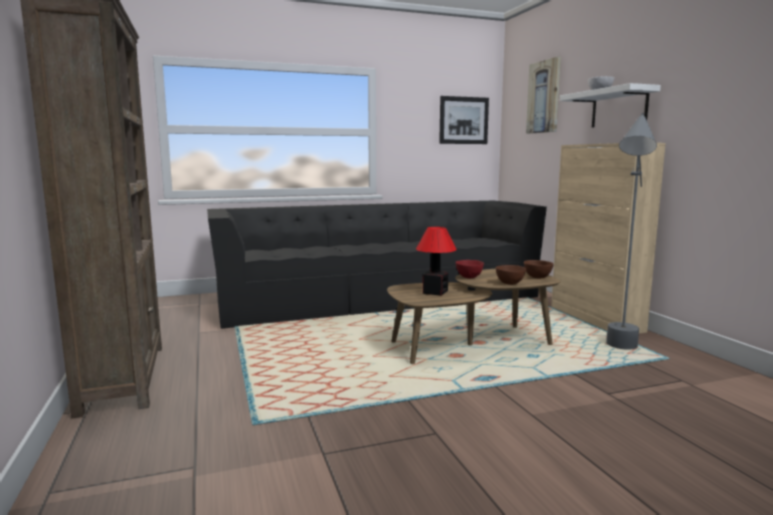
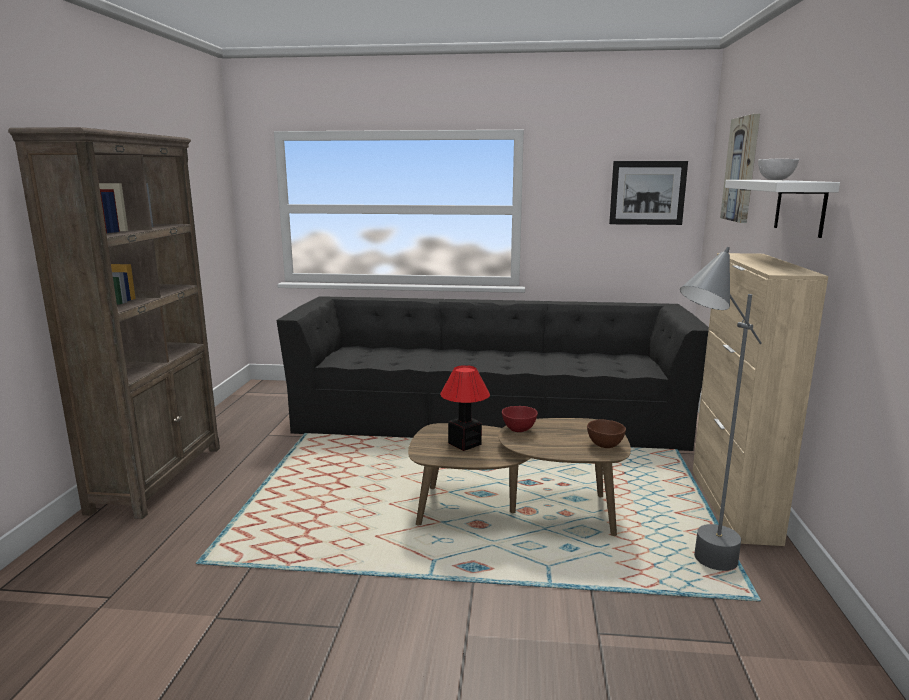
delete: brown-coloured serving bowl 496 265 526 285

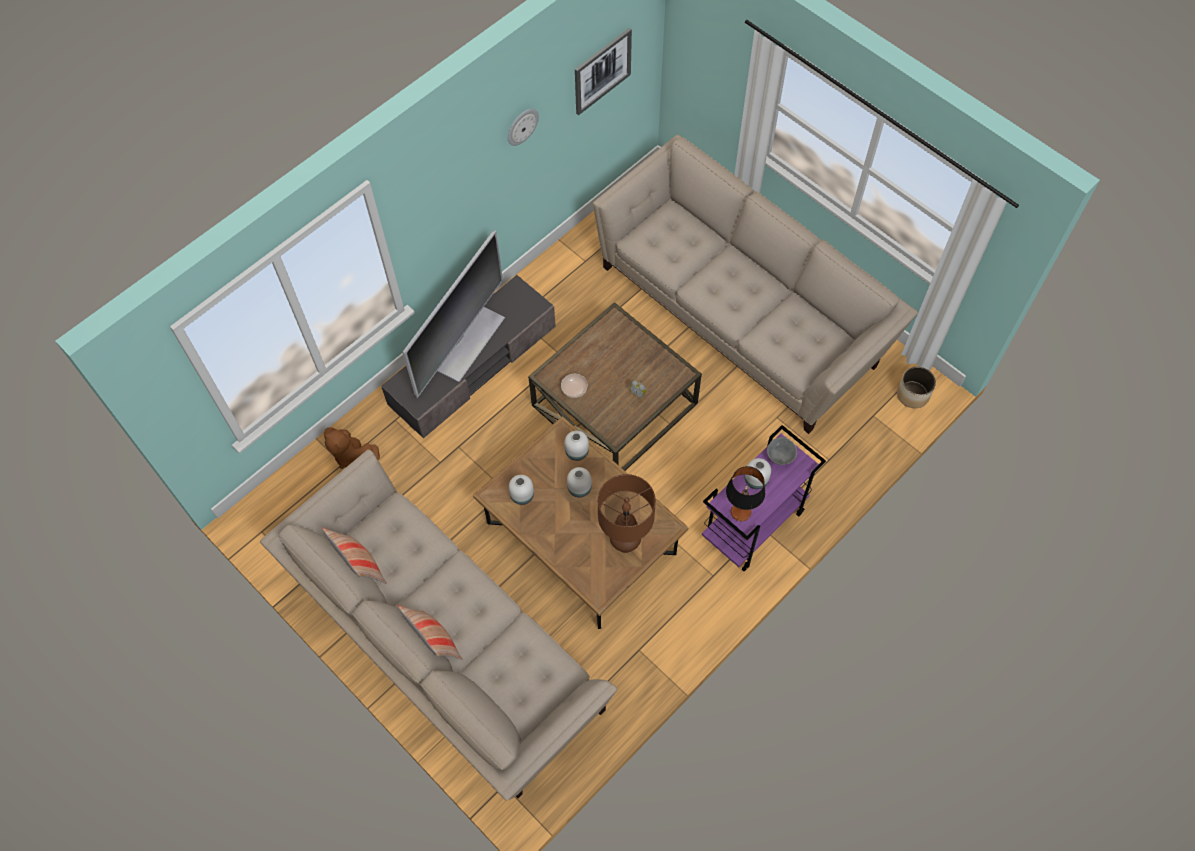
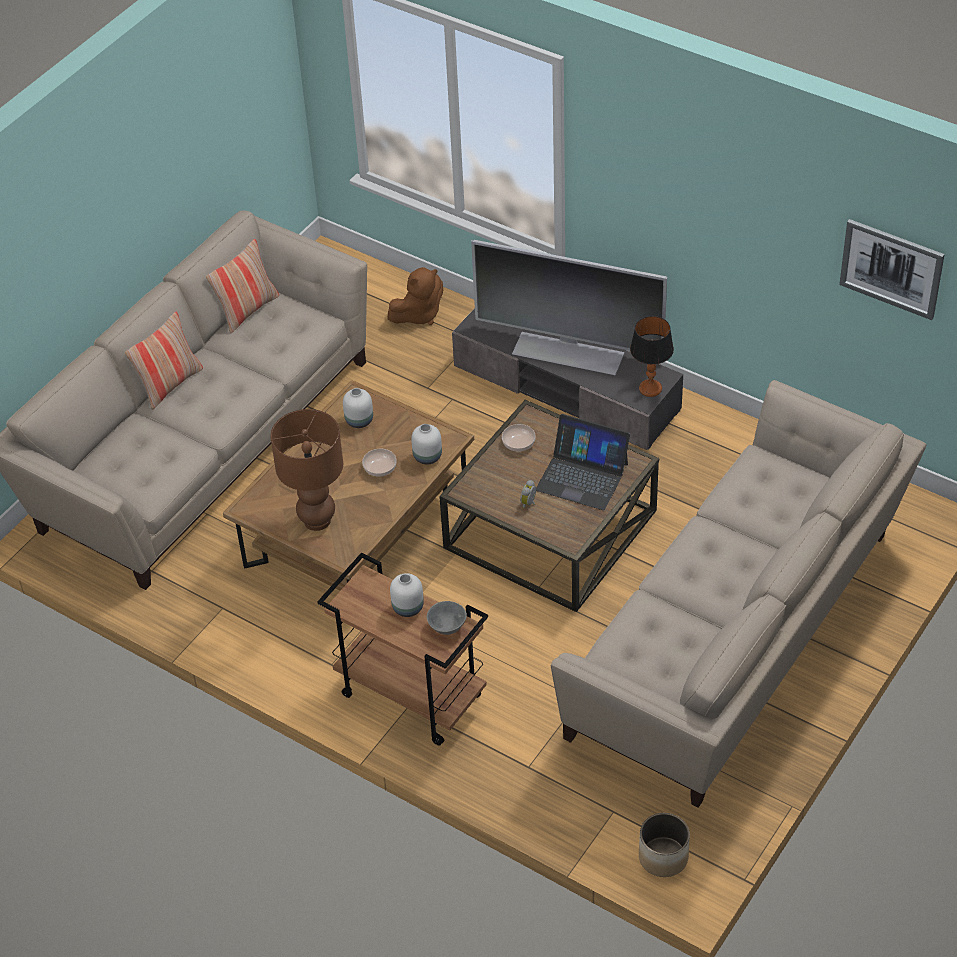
delete: wall clock 508 109 539 146
insert: portable computer 536 414 630 510
move: lamp for a table 726 466 765 521 to 630 316 674 397
replace: white-coloured decorative vase 567 467 592 498 to serving bowl 362 449 396 477
recolor: purplish wheeled cart 702 425 826 571 to brown-coloured wheeled cart 317 553 488 746
rotate: brown-coloured soft toy 324 427 380 469 = 387 267 443 325 150 degrees counterclockwise

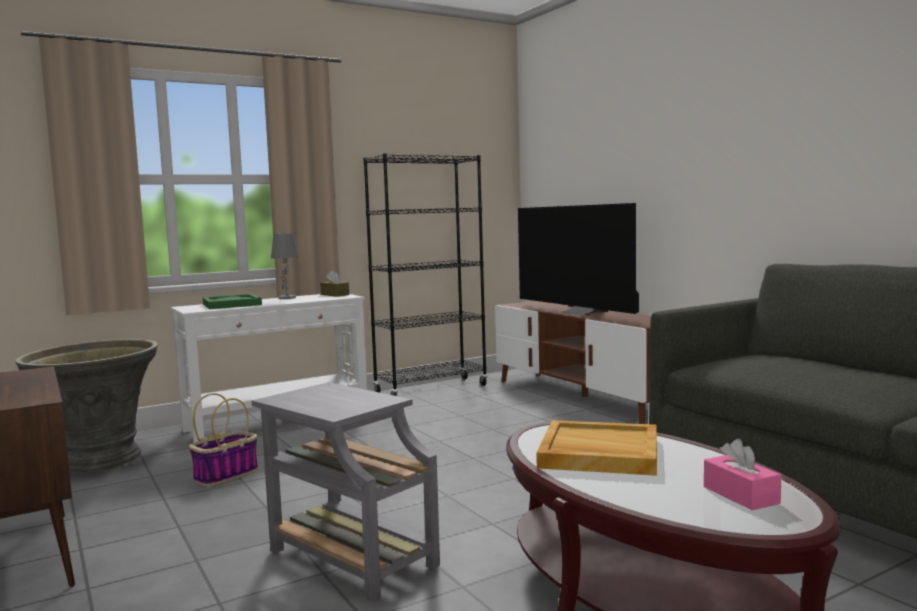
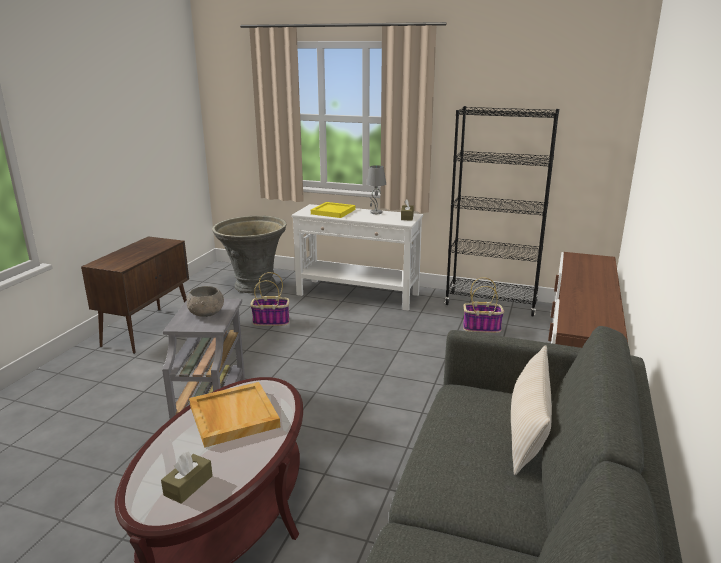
delete: TV set 518 203 639 315
insert: basket 463 278 504 333; gray serving bowl 186 286 224 317; beige-coloured throw pillow 511 345 552 475
recolor: green carrying tray 203 294 262 309 to yellow-coloured carrying tray 311 202 355 218; pink-coloured box of tissues 704 439 781 510 to brown-coloured box of tissues 161 452 213 504

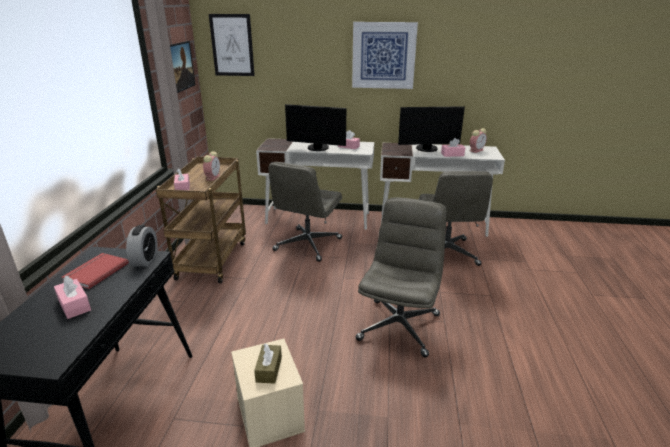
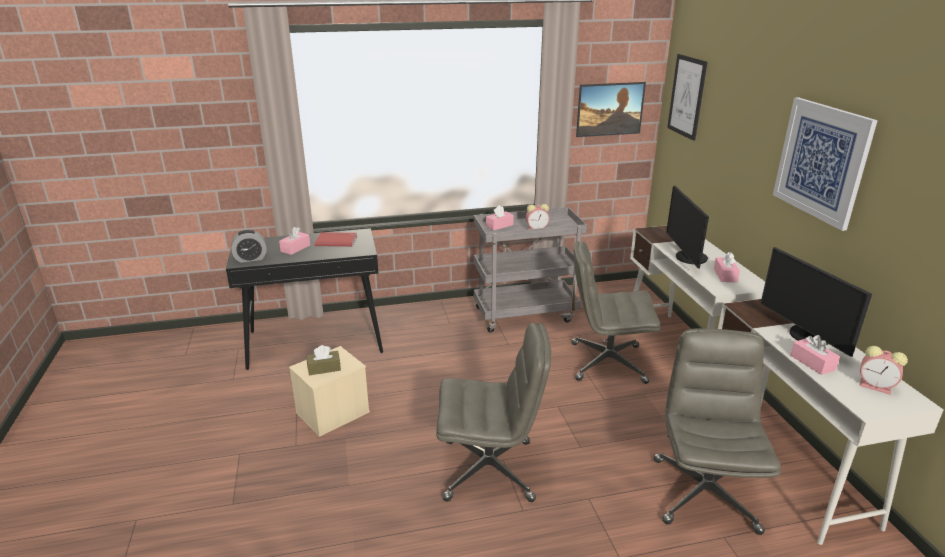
move: table clock 126 225 157 267 to 231 230 266 263
recolor: brown-coloured wheeled cart 156 156 246 283 to gray wheeled cart 474 207 587 333
rotate: gray computer chair 419 171 493 266 = 654 328 781 535 120 degrees clockwise

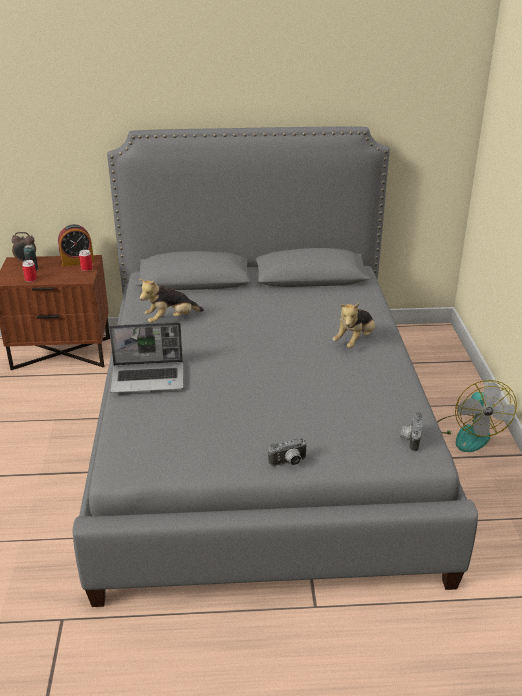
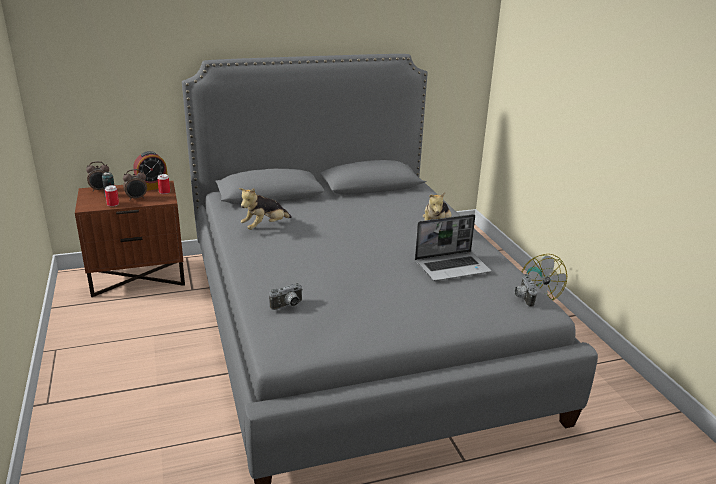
insert: table clock 123 169 147 200
move: portable computer 109 322 184 393 to 415 214 492 281; photo camera 268 438 307 466 to 269 283 303 310

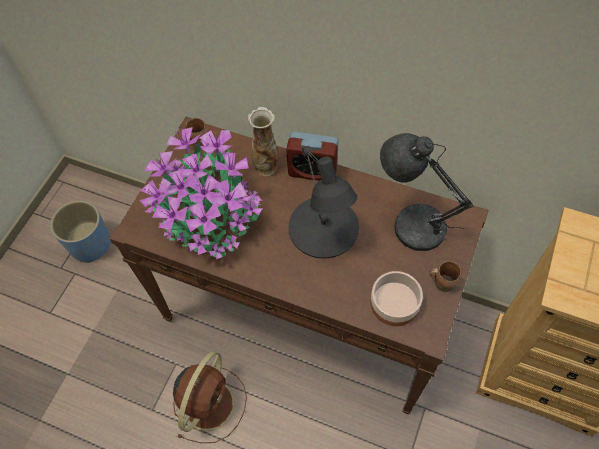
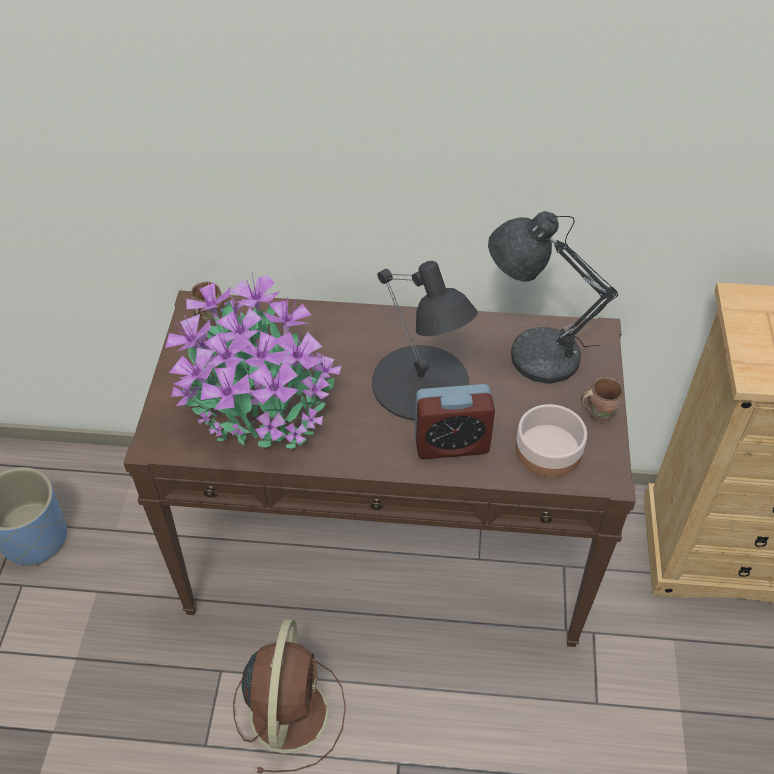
delete: decorative vase 248 107 278 176
move: table clock 286 132 338 181 to 415 384 495 459

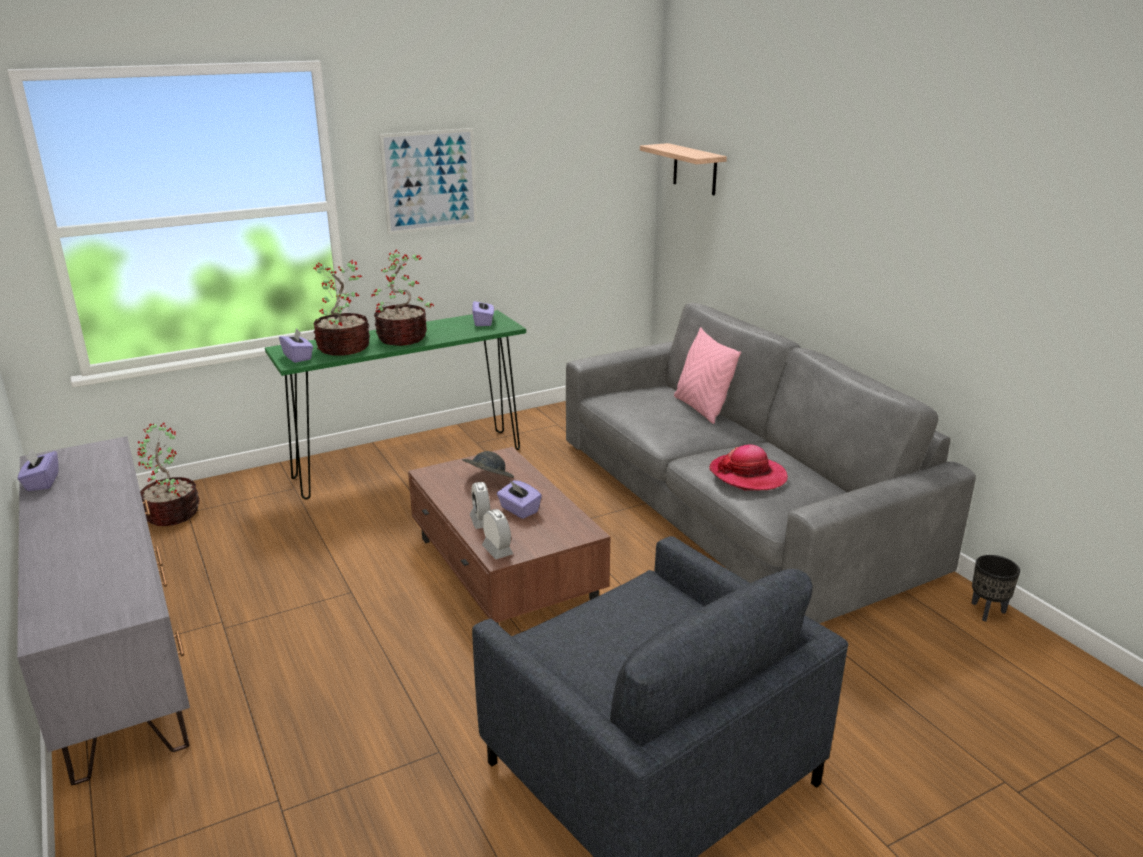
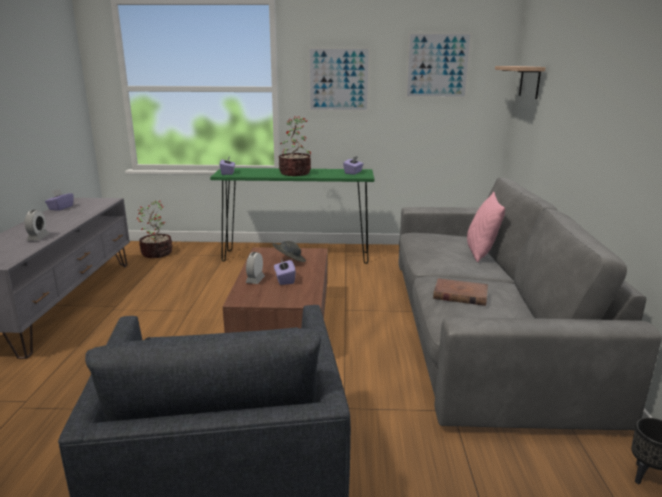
delete: potted plant 314 259 370 355
insert: wall picture 405 32 473 99
move: table clock 482 509 513 559 to 25 210 49 240
replace: wearable hat 709 445 788 491 to brown-coloured bound book 433 278 488 306

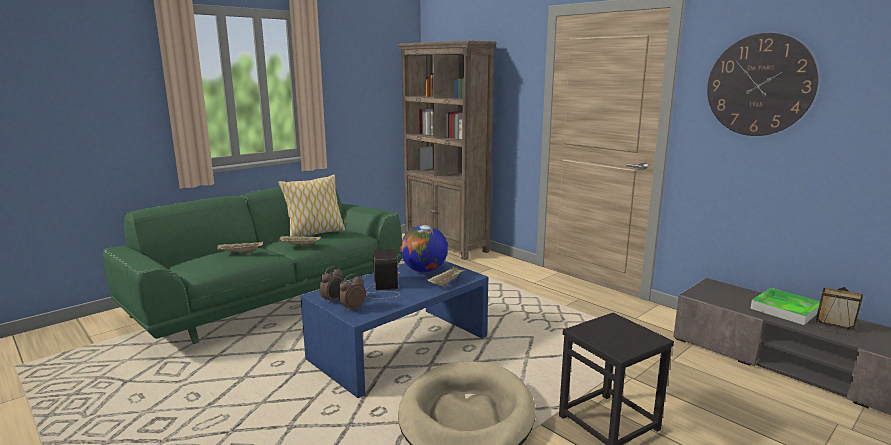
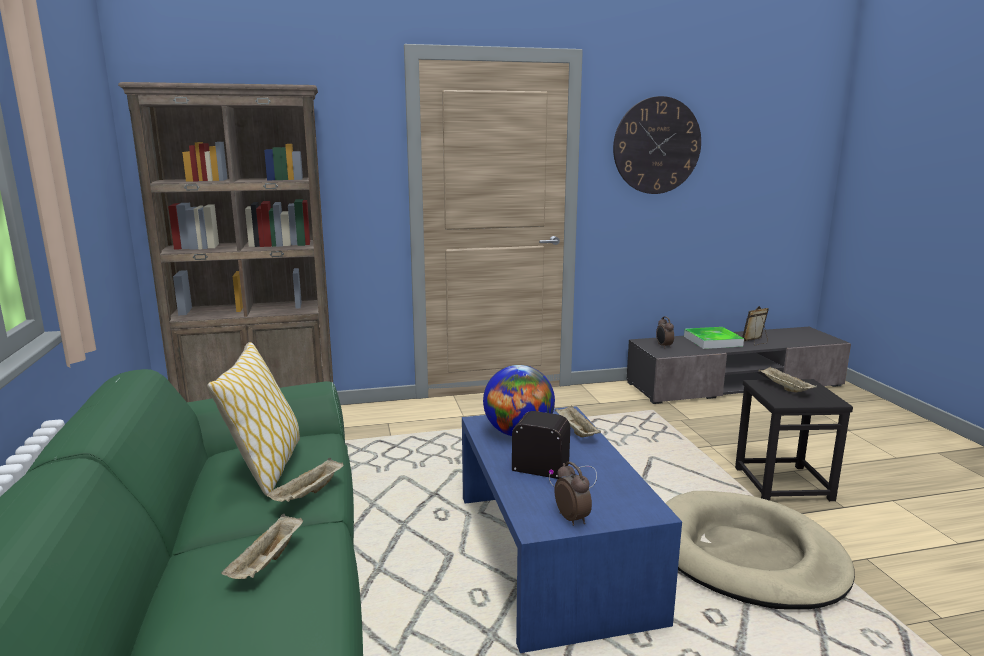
insert: beige-coloured carrying tray 759 367 817 392
move: table clock 339 274 366 311 to 656 316 674 349

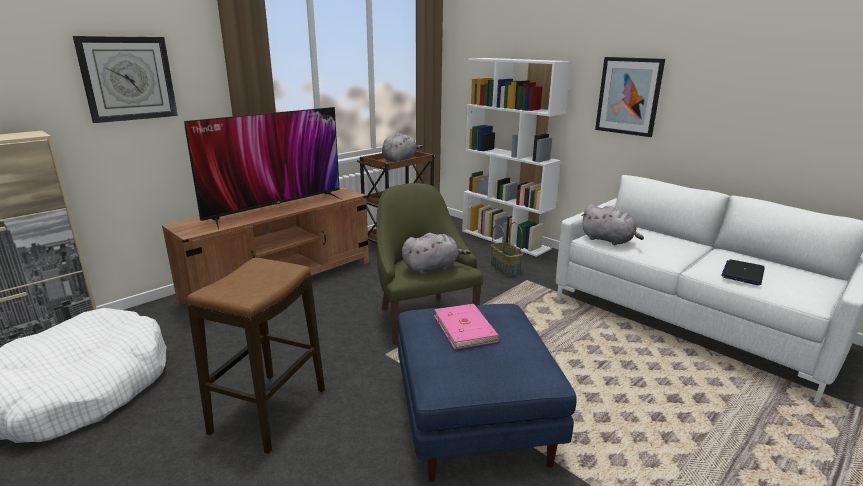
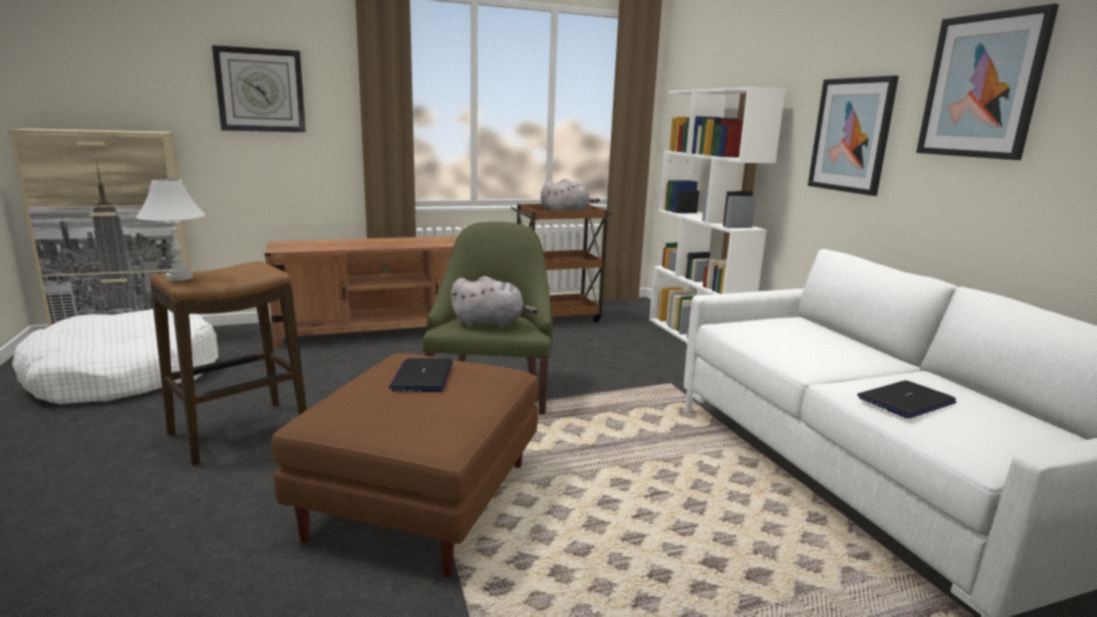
delete: TV set 184 107 342 230; gray soft toy 581 204 644 245; basket 491 222 523 276
insert: wall picture 916 3 1059 160; white-coloured lamp for a table 136 179 205 281
replace: pink-coloured bound book 435 304 500 349 to portable computer 389 358 453 392
recolor: blue footrest 398 304 577 482 to brown-coloured footrest 272 353 538 577

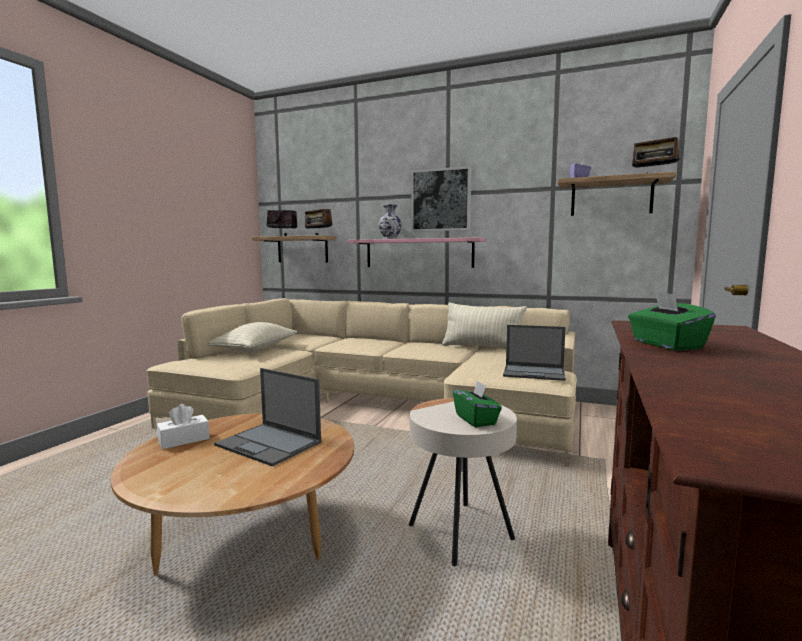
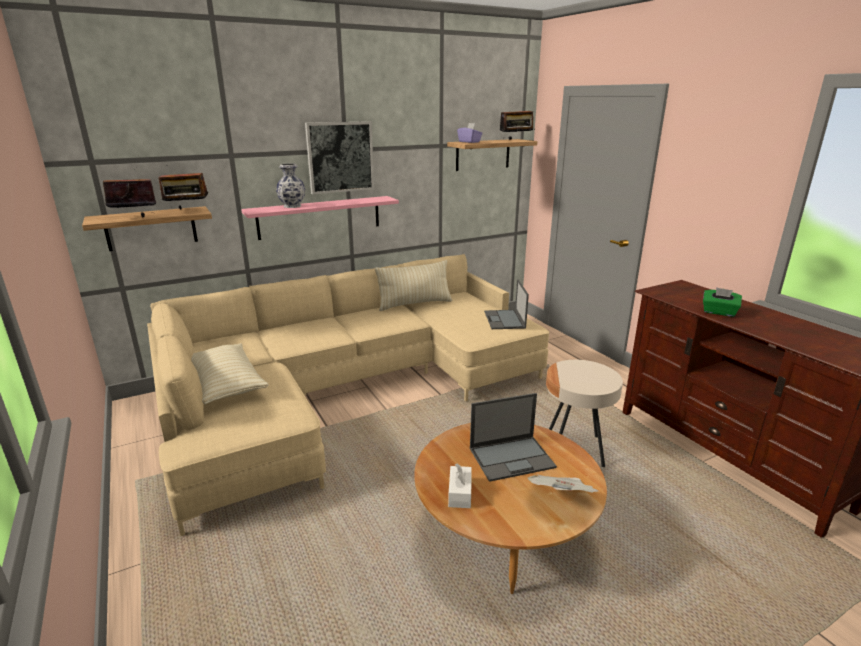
delete: green box of tissues 453 380 502 427
insert: printed paper 528 474 599 492
rotate: portable computer 503 325 566 381 = 484 279 529 329 120 degrees clockwise

